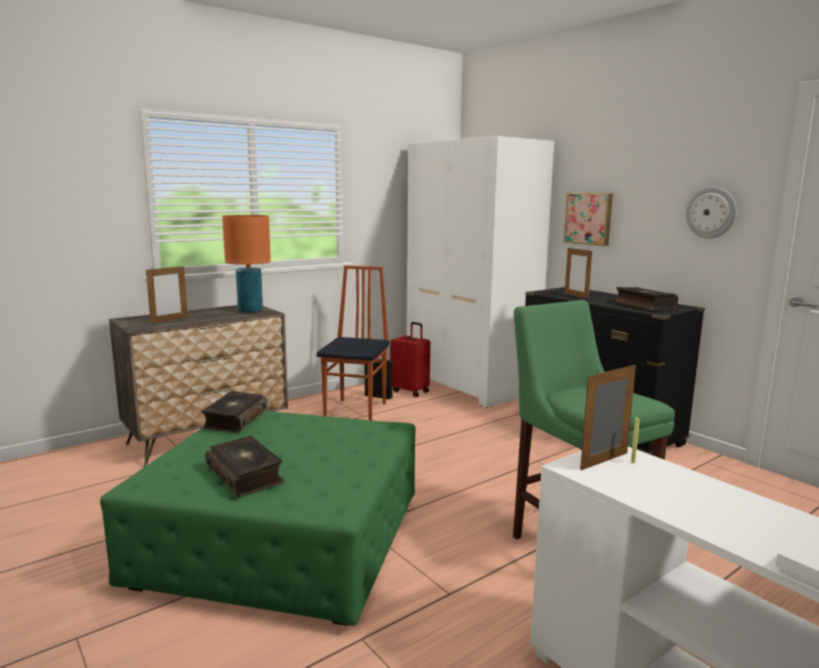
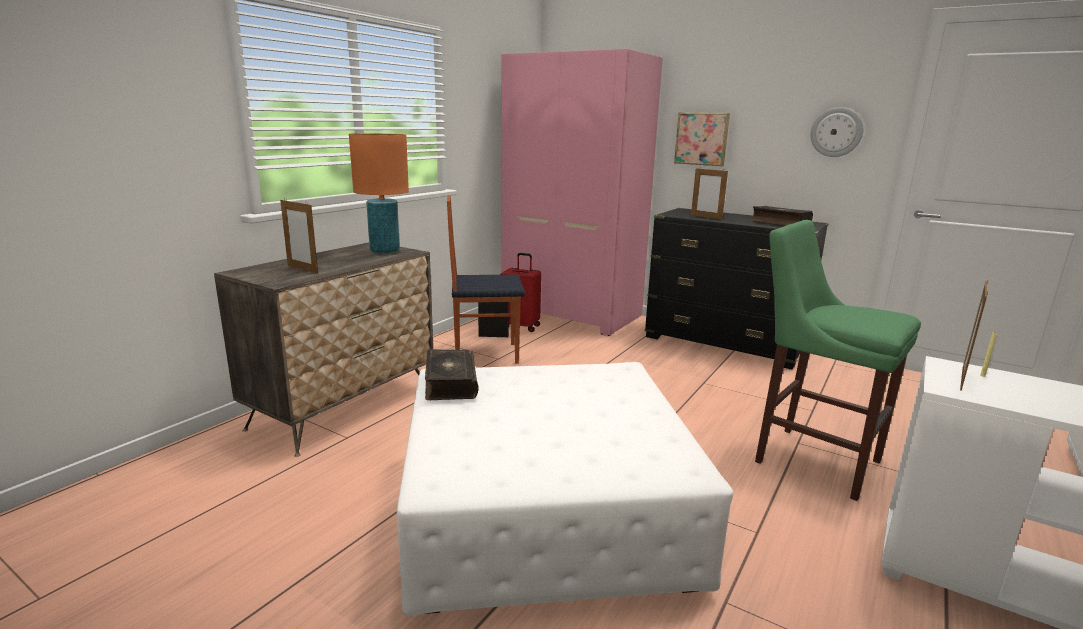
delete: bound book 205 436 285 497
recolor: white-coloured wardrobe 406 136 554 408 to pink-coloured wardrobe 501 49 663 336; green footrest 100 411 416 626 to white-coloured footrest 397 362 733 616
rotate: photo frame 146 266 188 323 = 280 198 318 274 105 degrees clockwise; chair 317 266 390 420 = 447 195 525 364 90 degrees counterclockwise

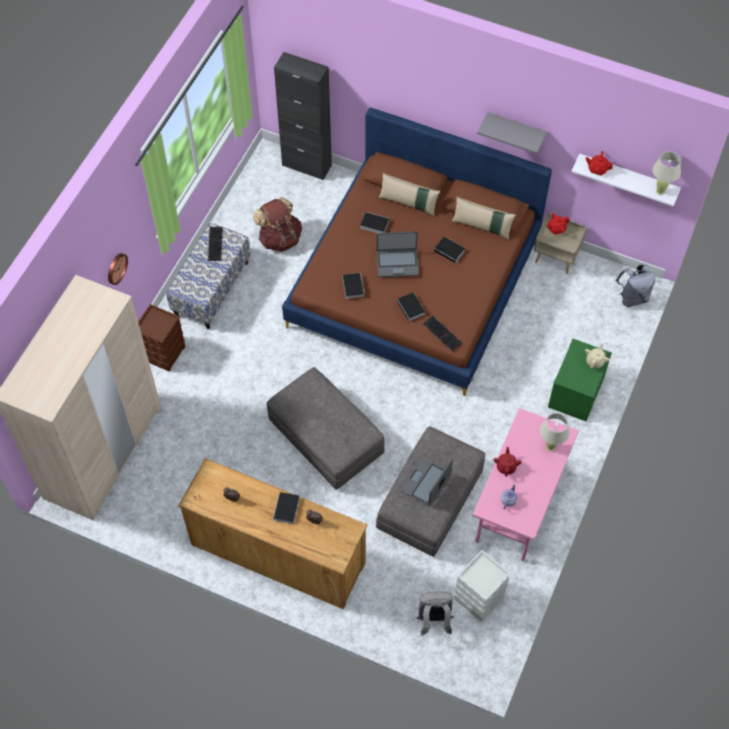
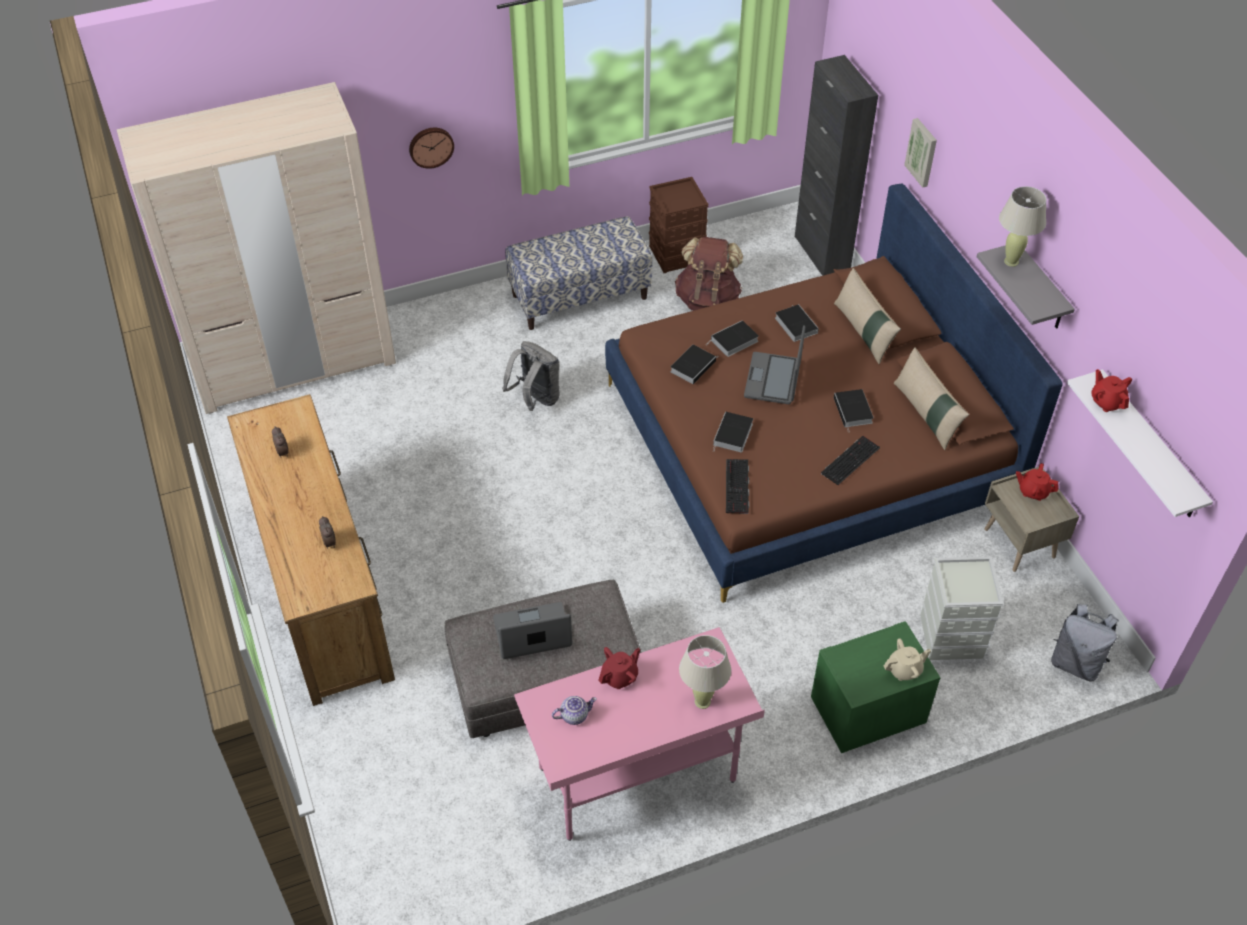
delete: gray footrest 267 367 385 490
insert: wall picture 904 118 937 188
move: beige-coloured lamp for a table 652 151 681 195 to 999 186 1046 267; keyboard 208 227 223 261 to 821 436 880 485; brown-coloured storage bin 138 304 185 372 to 649 177 709 273; bound book 273 492 300 526 to 709 320 759 357; gray storage bin 454 550 511 622 to 920 556 1004 660; gray rucksack 416 591 454 636 to 502 341 559 411
rotate: portable computer 377 231 419 277 = 744 325 805 404 60 degrees clockwise

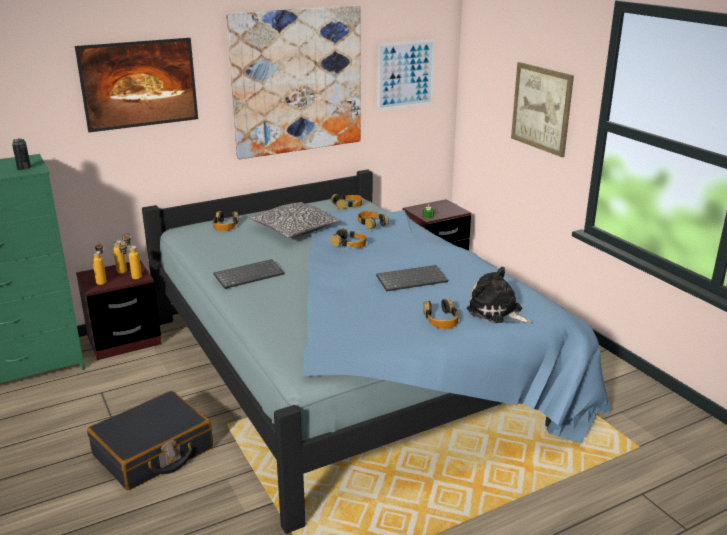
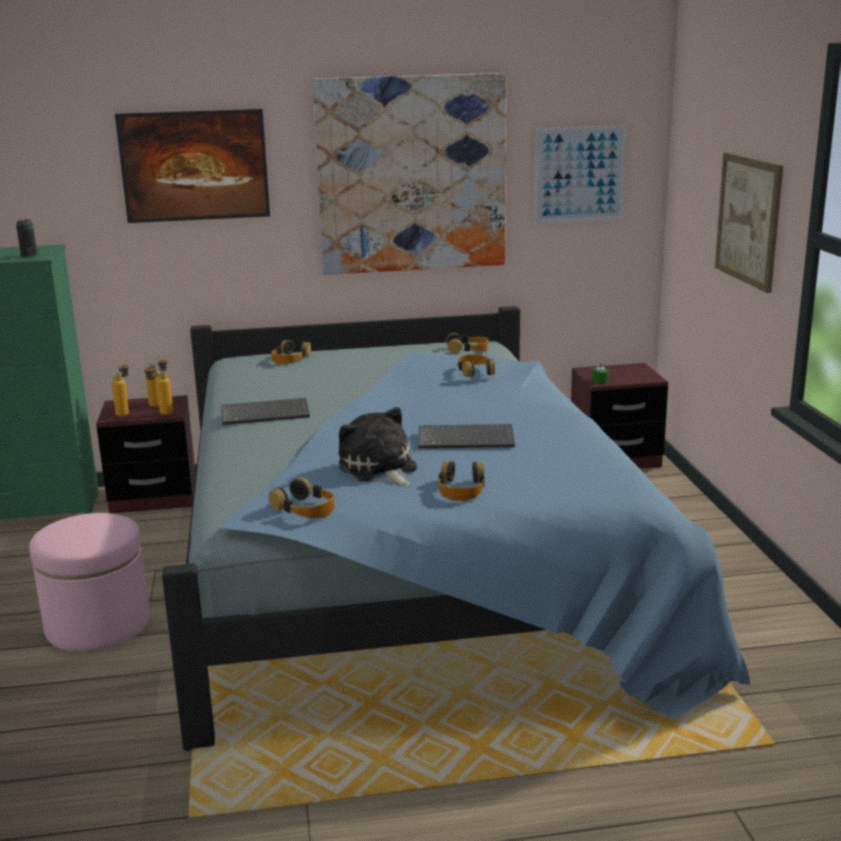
delete: throw pillow 249 202 342 238
move: pair of headphones 330 228 366 248 to 269 477 334 518; soft toy 467 267 532 323 to 339 407 417 487
replace: blackish piece of luggage 87 391 213 490 to pink-coloured footrest 29 513 150 652

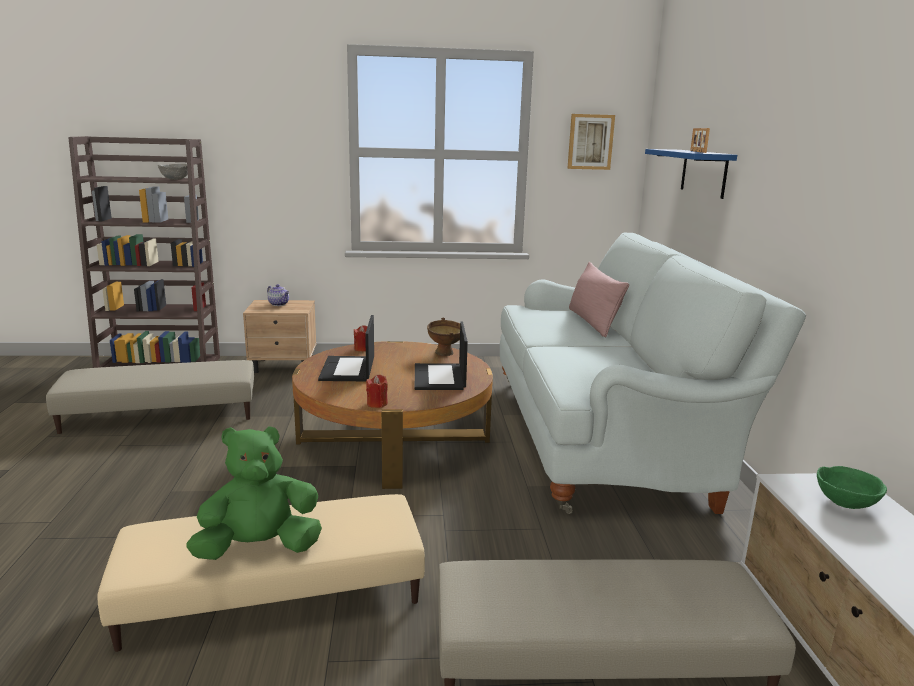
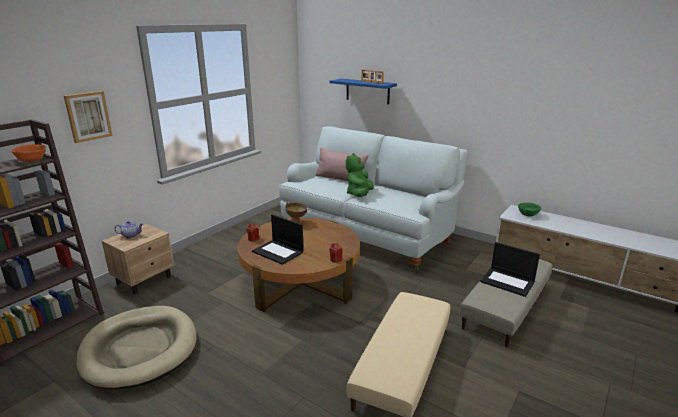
move: wall picture 567 114 615 170 to 64 91 113 143; portable computer 415 322 468 390 to 480 242 540 297; green soft toy 186 426 322 560 to 346 153 374 197
replace: beige-coloured footrest 46 360 254 434 to beige-coloured pet bed 76 306 197 390
recolor: gray serving bowl 158 164 188 180 to orangey serving bowl 11 144 46 162

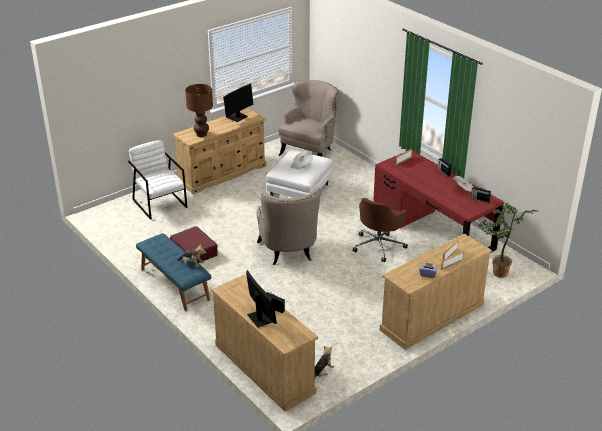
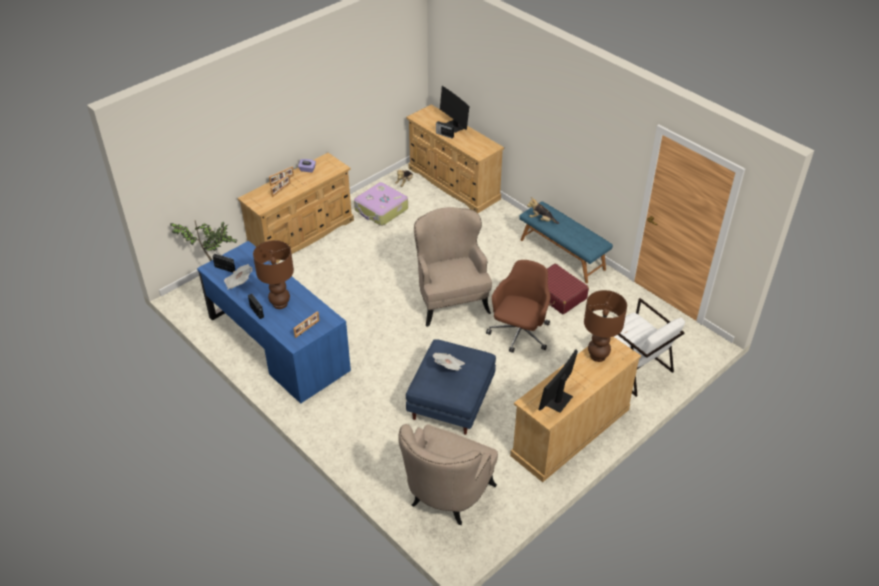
insert: piece of luggage 354 182 408 226; brown-coloured lamp for a table 253 240 294 309
move: brown-coloured computer chair 353 198 408 262 to 486 260 550 353
recolor: white-coloured footrest 266 150 333 198 to blue footrest 406 339 496 435; red desk unit 373 150 504 252 to blue desk unit 197 241 351 404

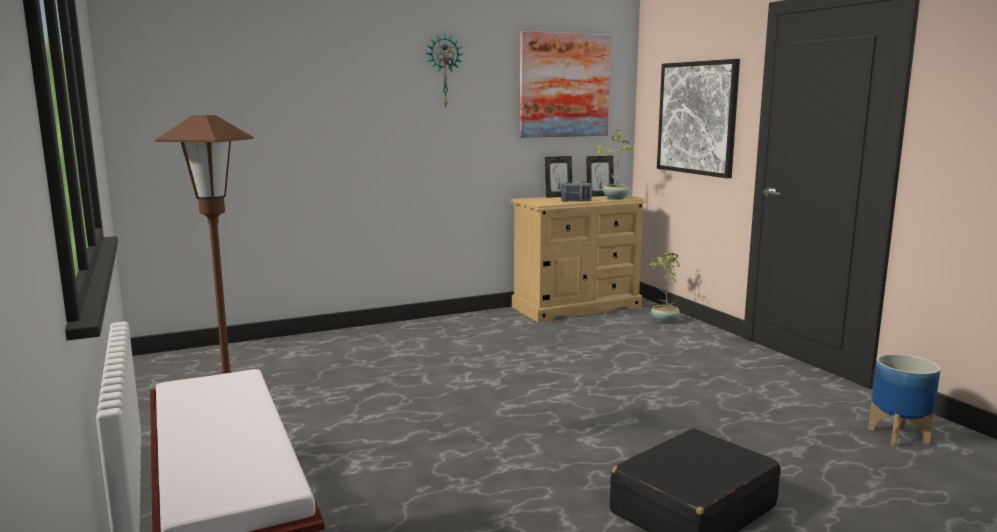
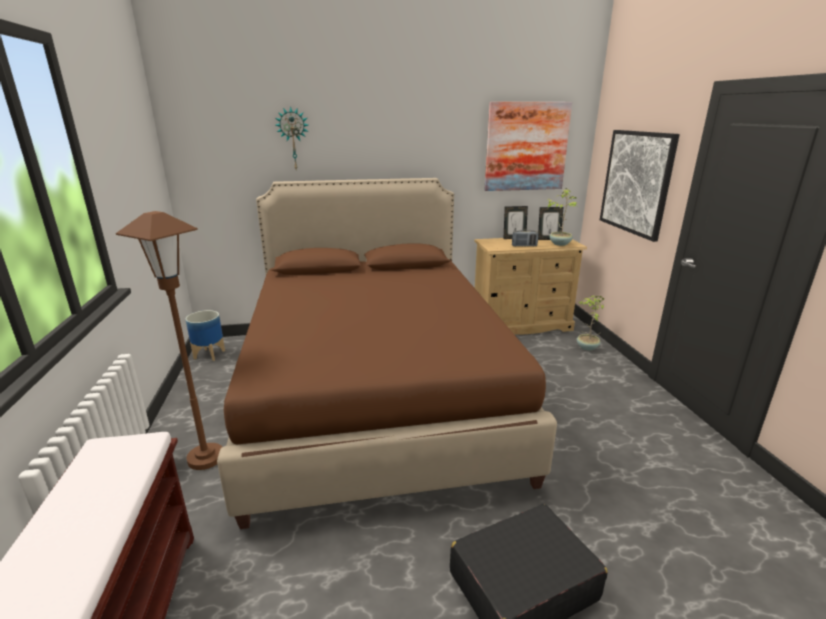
insert: brown-coloured bedroom bed 217 178 557 529
move: wall clock 426 33 464 108 to 275 106 309 169; flower pot 868 354 941 447 to 185 310 225 361

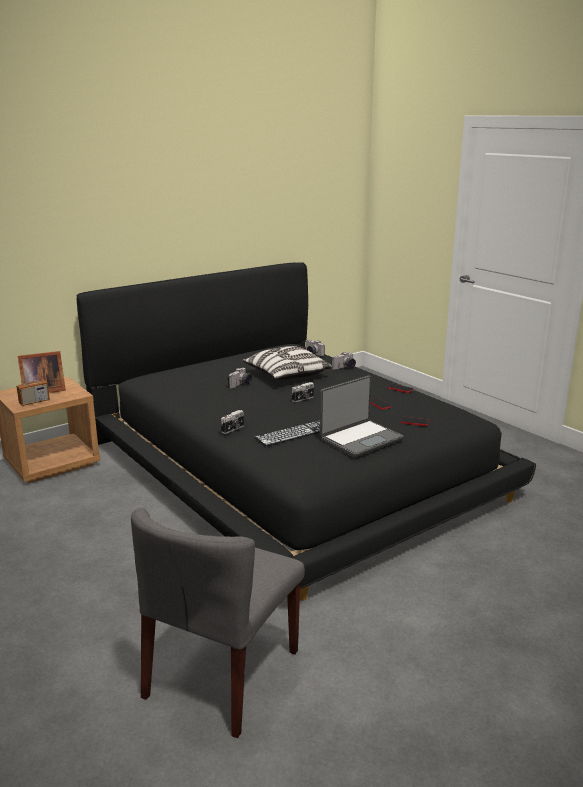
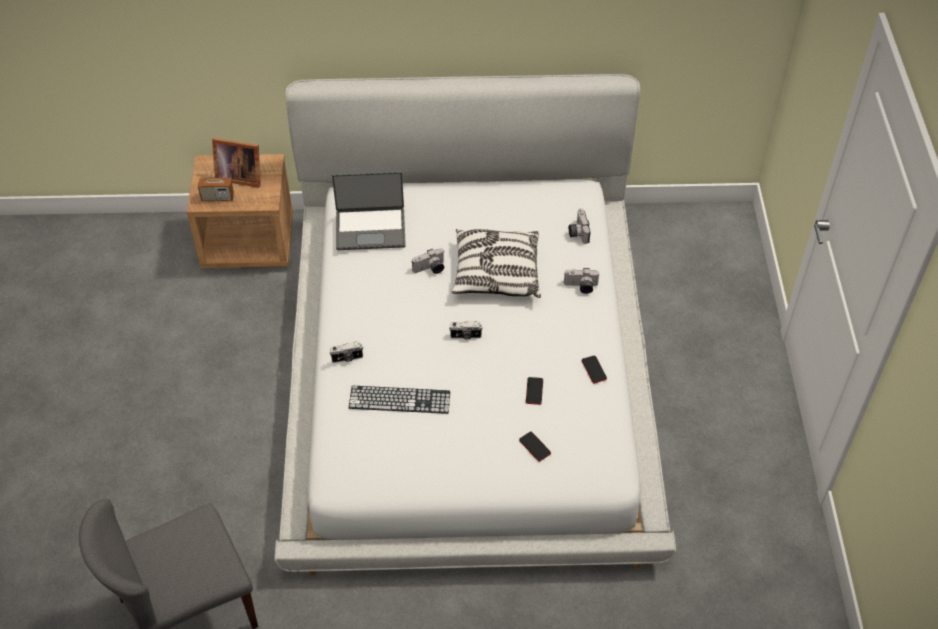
move: portable computer 320 376 404 457 to 332 171 406 250
recolor: blackish bedroom bed 77 262 536 601 to white-coloured bedroom bed 275 74 676 575

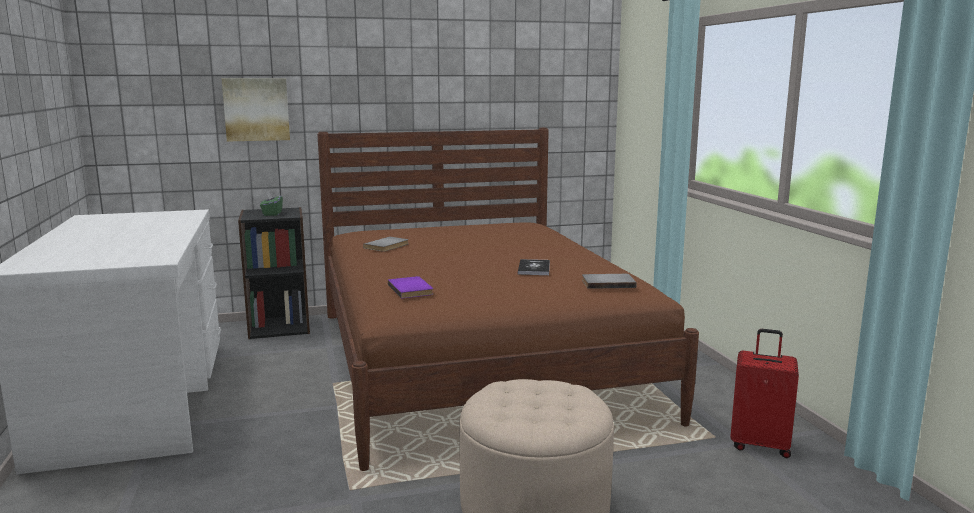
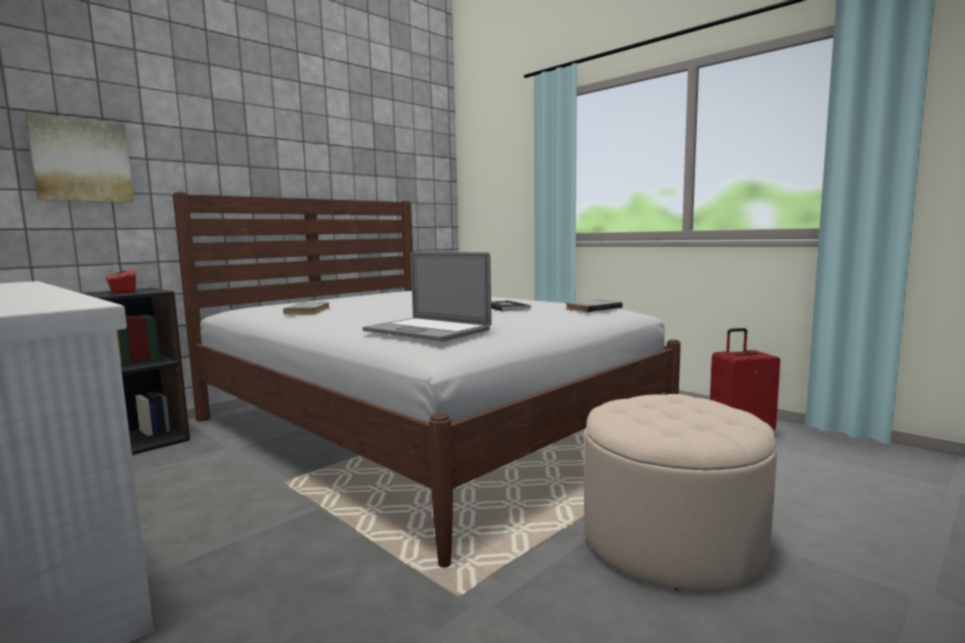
replace: purplish bound book 388 276 433 298 to portable computer 363 252 492 342
recolor: brown-coloured bedroom bed 317 128 699 471 to white-coloured bedroom bed 173 192 681 568; green box of tissues 260 191 283 216 to red box of tissues 106 263 136 294

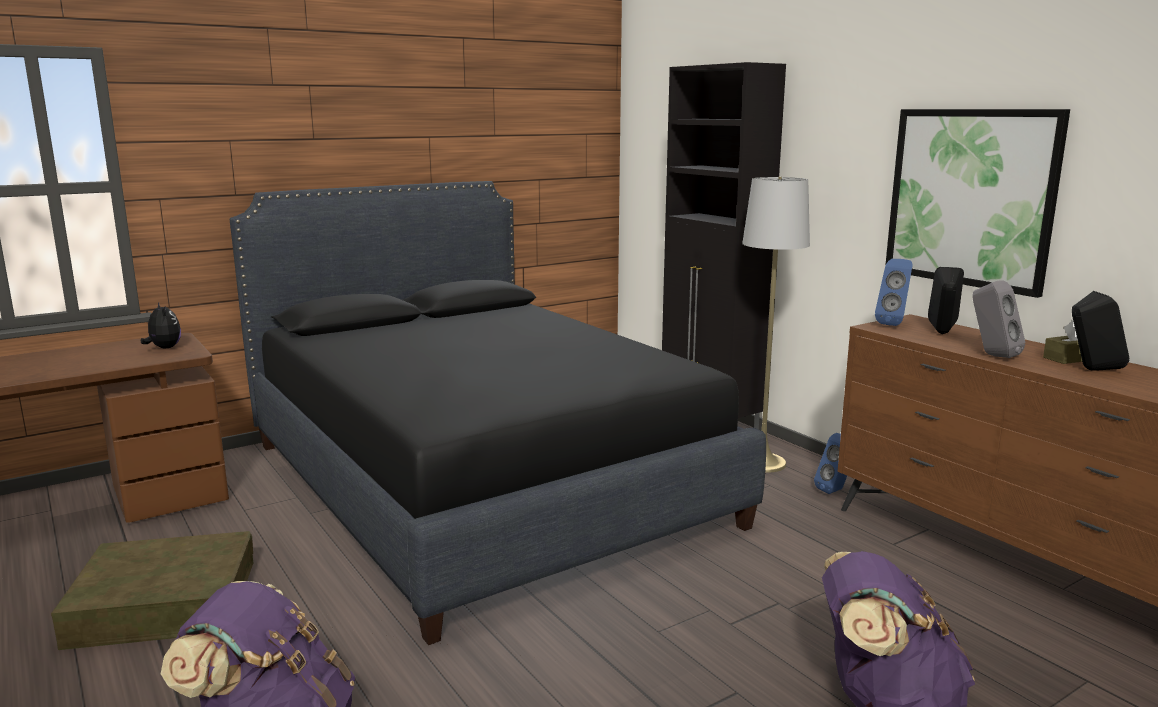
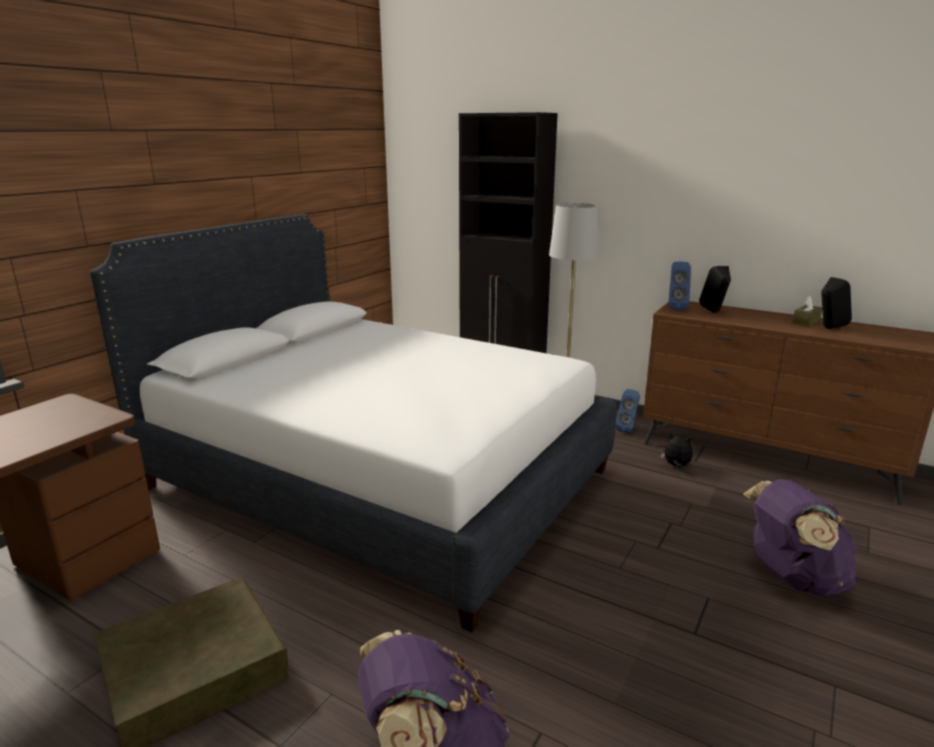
delete: wall picture 885 109 1070 298; gray audio speaker 972 280 1025 358
move: soft toy 140 302 181 348 to 660 432 692 468
recolor: blackish bedroom bed 230 181 766 645 to white-coloured bedroom bed 90 214 617 632

